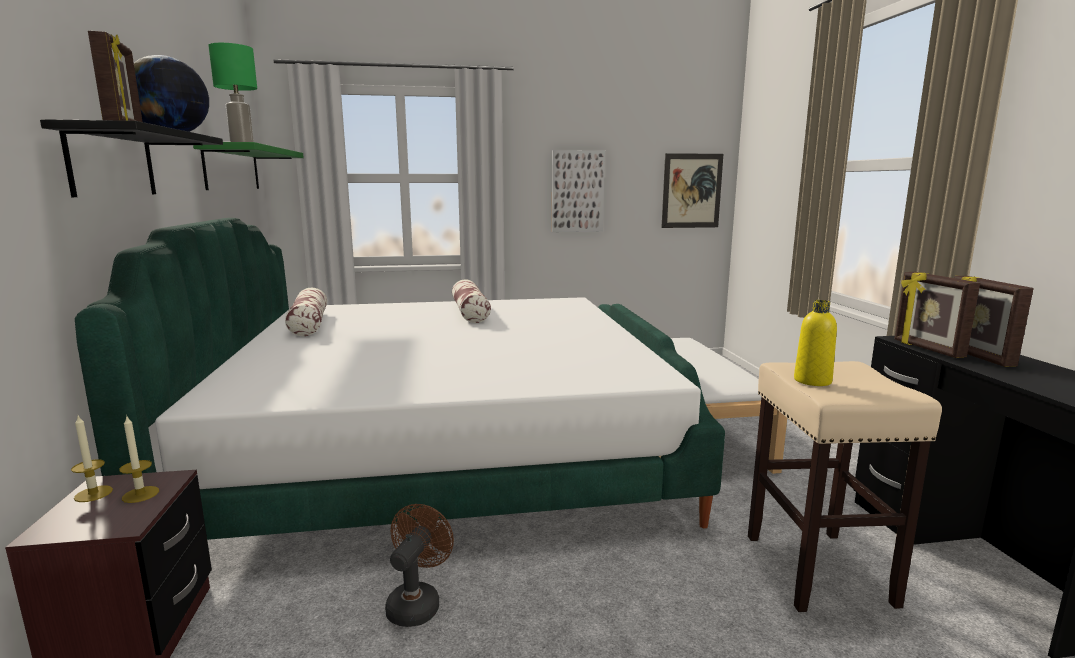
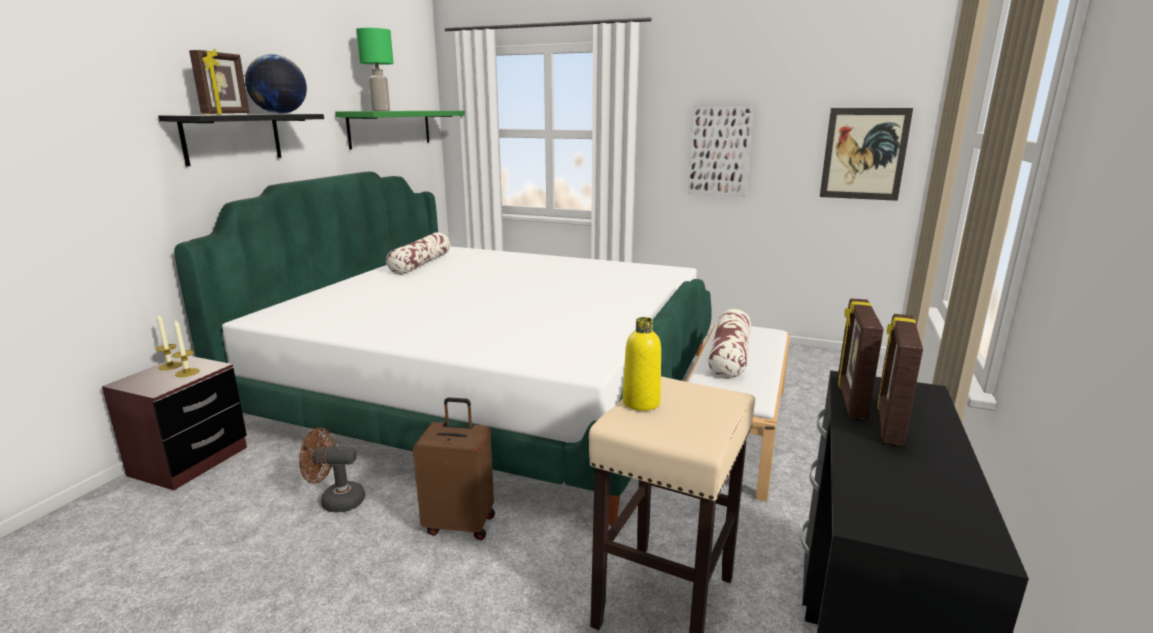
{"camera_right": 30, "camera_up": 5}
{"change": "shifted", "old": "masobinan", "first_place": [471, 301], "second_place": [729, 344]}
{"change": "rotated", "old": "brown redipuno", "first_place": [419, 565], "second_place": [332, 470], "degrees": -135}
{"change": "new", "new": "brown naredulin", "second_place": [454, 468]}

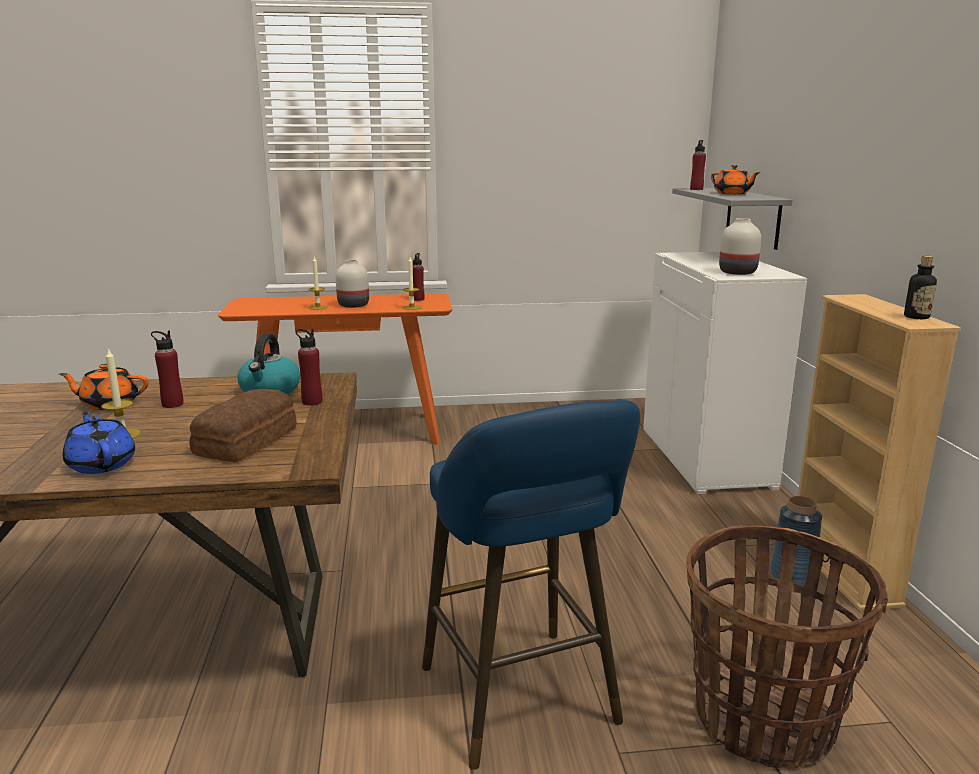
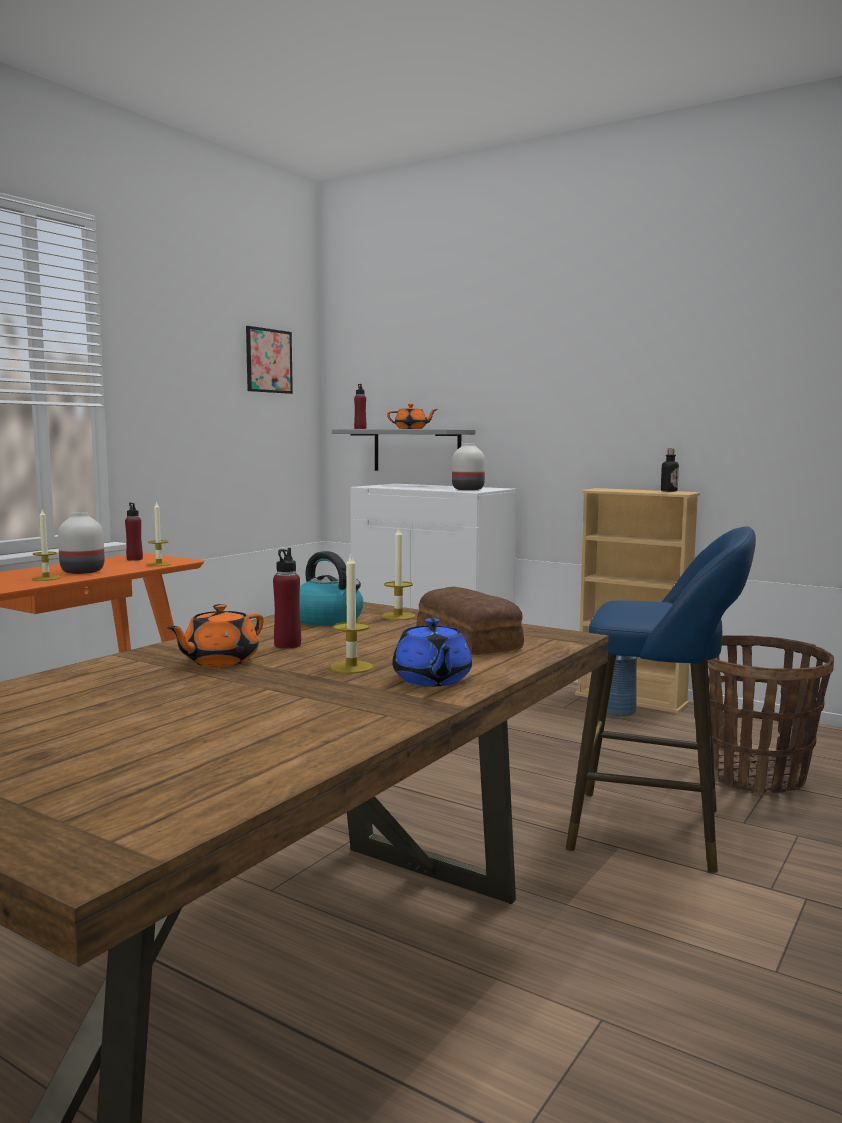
{"camera_right": -50, "camera_up": -10}
{"change": "swapped", "old": "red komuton", "new": "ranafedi", "first_place": [309, 367], "second_place": [398, 573]}
{"change": "rotated", "old": "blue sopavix", "first_place": [99, 443], "second_place": [432, 652], "degrees": -105}
{"change": "new", "new": "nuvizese", "second_place": [269, 360]}

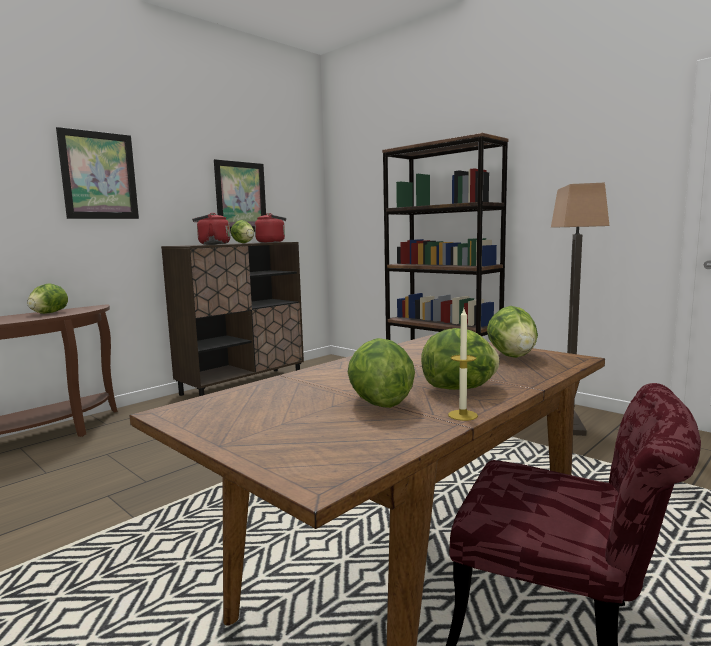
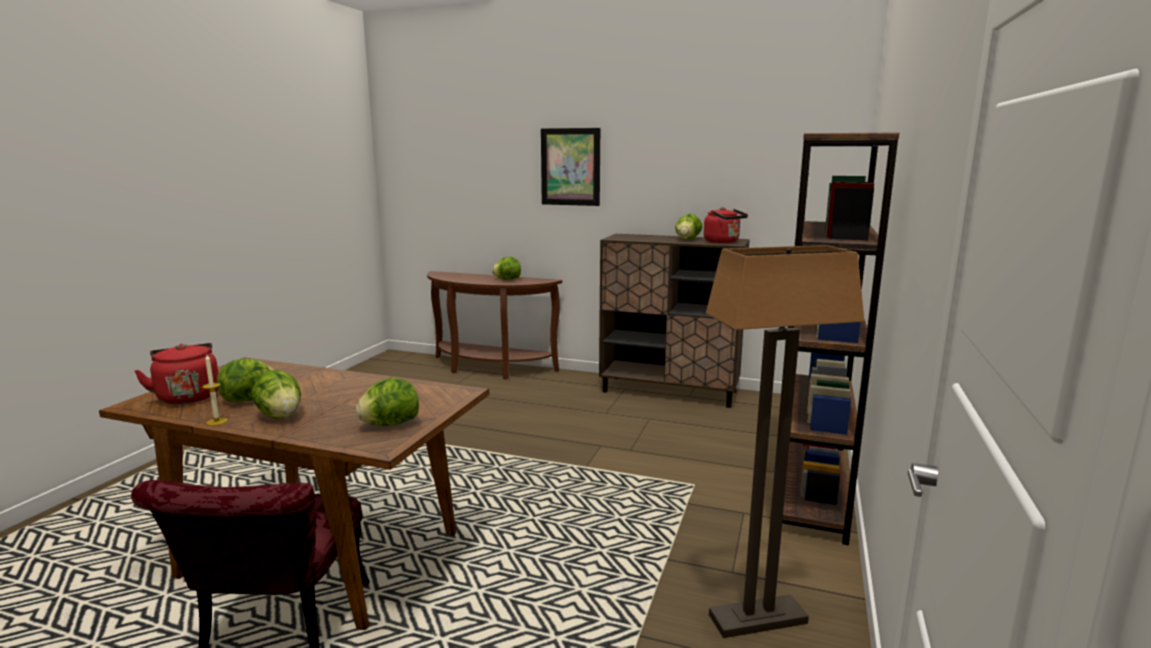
{"camera_right": 65, "camera_up": 5}
{"change": "gone", "old": "nuvizese", "first_place": [240, 195]}
{"change": "shifted", "old": "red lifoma", "first_place": [211, 229], "second_place": [176, 373]}

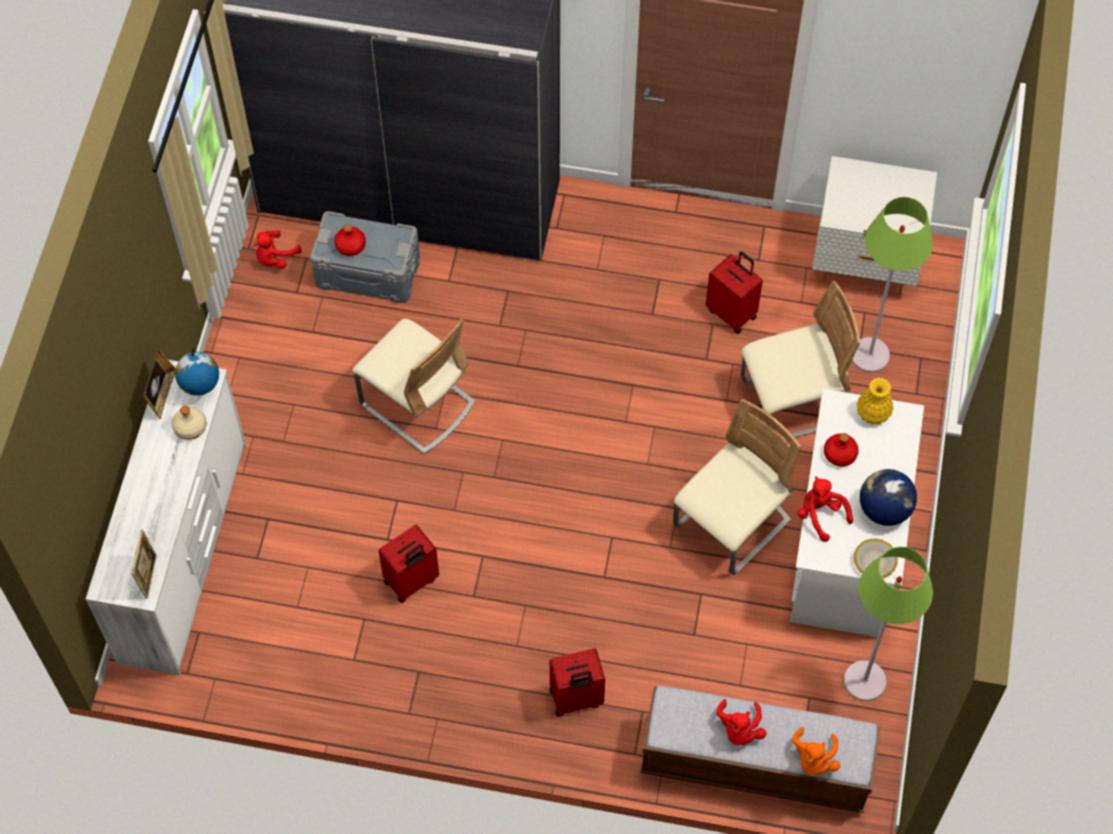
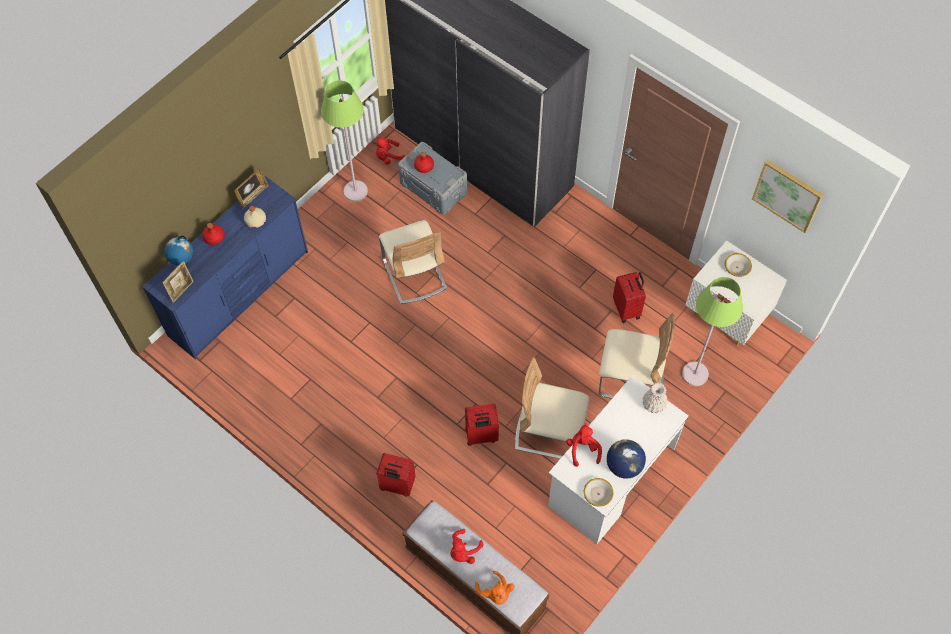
{"camera_right": 30, "camera_up": 0}
{"change": "shifted", "old": "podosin", "first_place": [197, 372], "second_place": [178, 250]}
{"change": "repainted", "old": "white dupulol", "new": "blue dupulol", "first_place": [166, 517], "second_place": [225, 267]}
{"change": "repainted", "old": "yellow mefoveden", "new": "white mefoveden", "first_place": [875, 401], "second_place": [655, 397]}
{"change": "rotated", "old": "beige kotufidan", "first_place": [737, 487], "second_place": [552, 408], "degrees": -150}
{"change": "shifted", "old": "red komuton", "first_place": [841, 449], "second_place": [213, 234]}
{"change": "shifted", "old": "red naredulin", "first_place": [409, 564], "second_place": [482, 425]}
{"change": "shifted", "old": "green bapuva", "first_place": [888, 624], "second_place": [344, 141]}
{"change": "rotated", "old": "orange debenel", "first_place": [816, 751], "second_place": [494, 588], "degrees": -75}
{"change": "new", "new": "nuvizese", "second_place": [787, 196]}
{"change": "new", "new": "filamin", "second_place": [738, 265]}

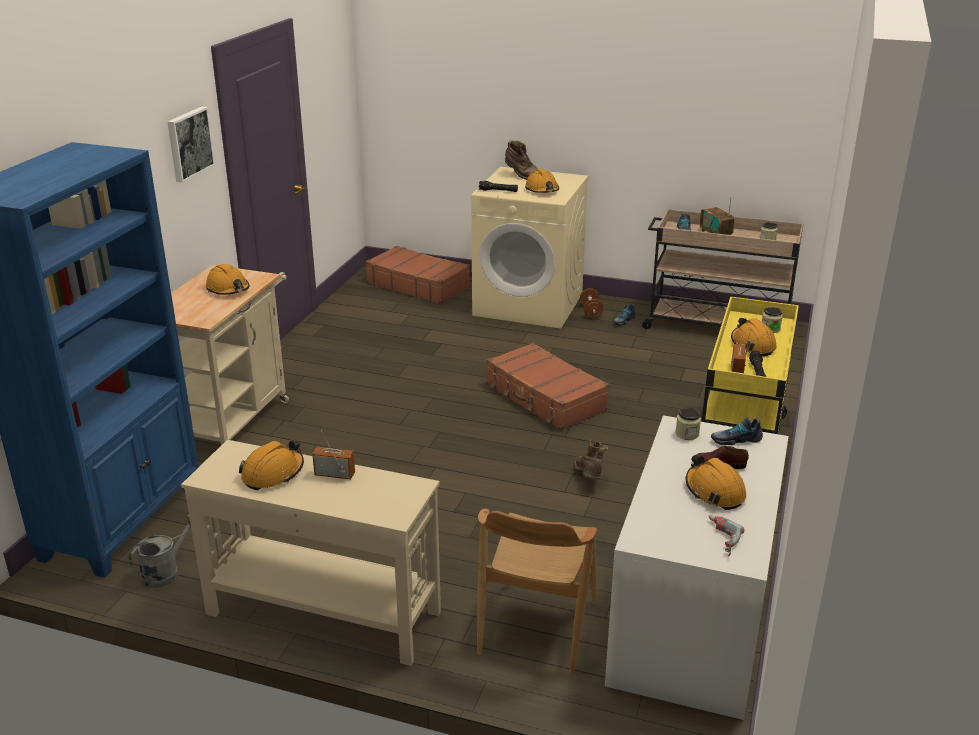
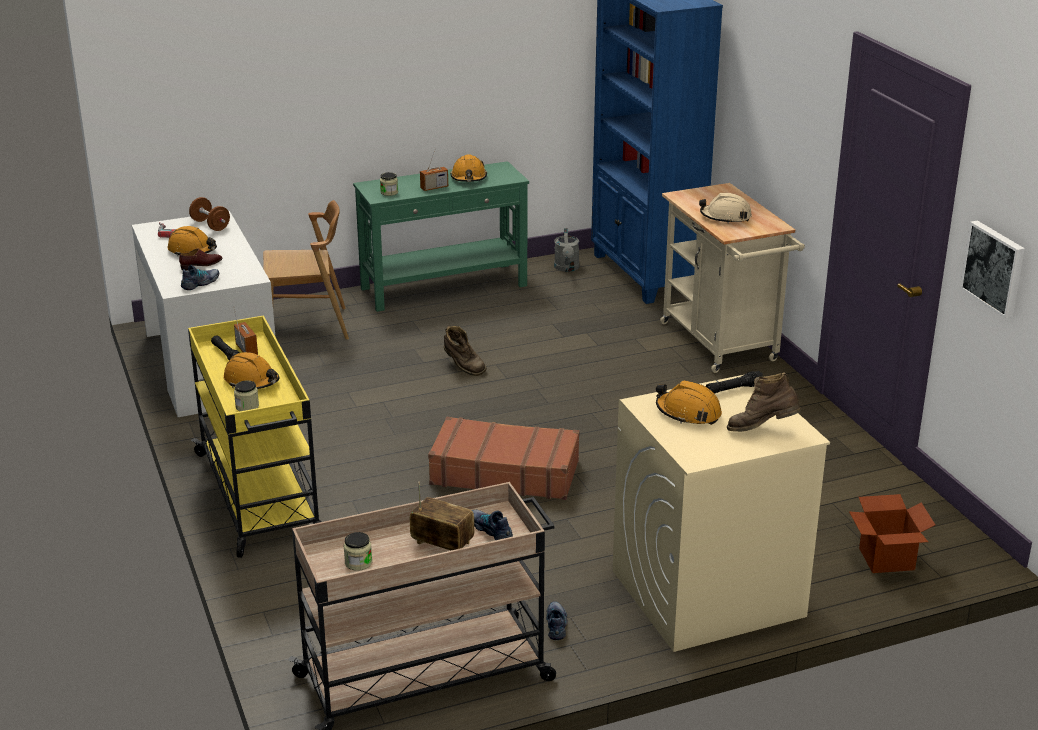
{"camera_right": 140, "camera_up": 0}
{"change": "shifted", "old": "nuvizese", "first_place": [191, 144], "second_place": [992, 269]}
{"change": "swapped", "old": "brown naredulin", "new": "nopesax", "first_place": [418, 275], "second_place": [892, 533]}
{"change": "repainted", "old": "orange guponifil", "new": "beige guponifil", "first_place": [228, 279], "second_place": [725, 208]}
{"change": "shifted", "old": "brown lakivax", "first_place": [592, 303], "second_place": [209, 214]}
{"change": "shifted", "old": "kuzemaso", "first_place": [688, 424], "second_place": [389, 184]}
{"change": "repainted", "old": "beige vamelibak", "new": "green vamelibak", "first_place": [311, 553], "second_place": [441, 236]}
{"change": "shifted", "old": "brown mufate", "first_place": [591, 460], "second_place": [465, 351]}
{"change": "rotated", "old": "brown kotufidan", "first_place": [537, 592], "second_place": [306, 270], "degrees": 105}

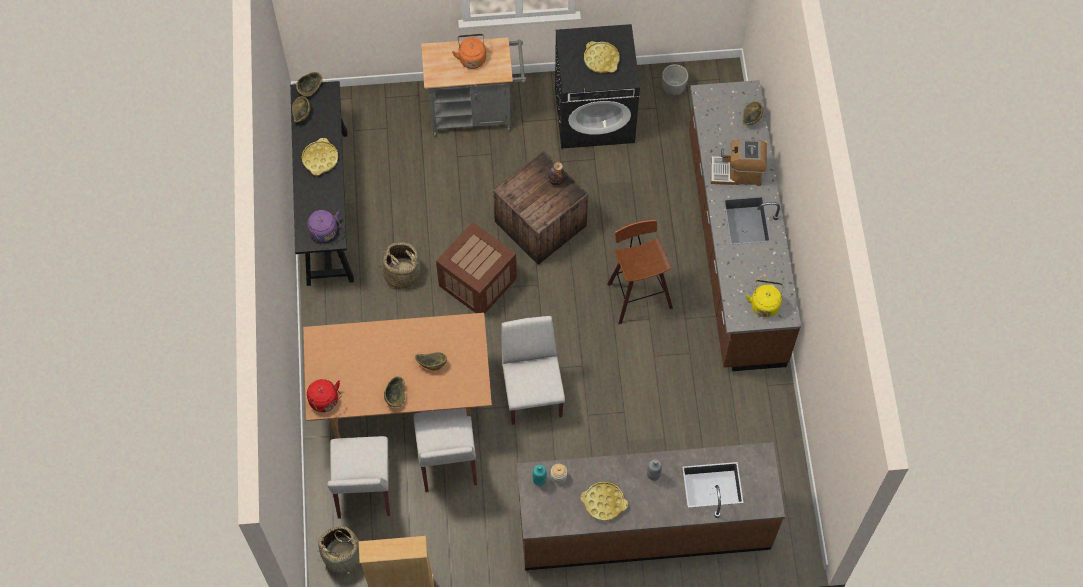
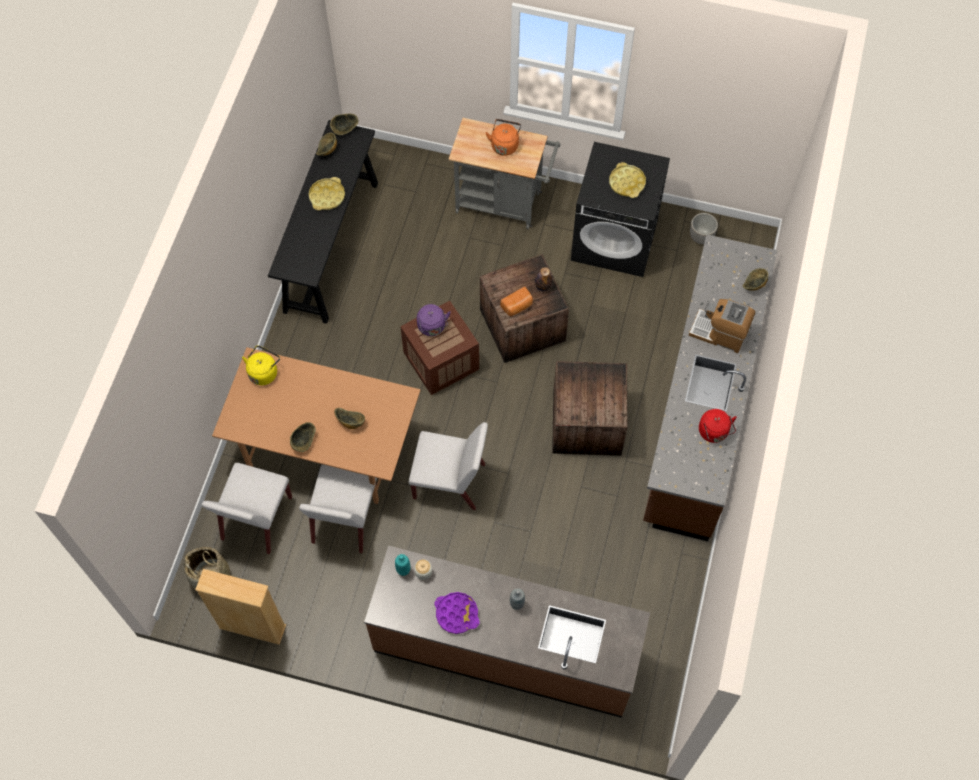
{"camera_right": 20, "camera_up": 0}
{"change": "shifted", "old": "purple lifoma", "first_place": [324, 226], "second_place": [434, 320]}
{"change": "swapped", "old": "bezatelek", "new": "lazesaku", "first_place": [640, 272], "second_place": [590, 408]}
{"change": "gone", "old": "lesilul", "first_place": [399, 265]}
{"change": "shifted", "old": "yellow lifoma", "first_place": [764, 298], "second_place": [261, 365]}
{"change": "rotated", "old": "white kotufidan", "first_place": [533, 370], "second_place": [448, 466], "degrees": 90}
{"change": "shifted", "old": "red lifoma", "first_place": [324, 395], "second_place": [718, 426]}
{"change": "repainted", "old": "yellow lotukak", "new": "purple lotukak", "first_place": [604, 501], "second_place": [457, 613]}
{"change": "new", "new": "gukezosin", "second_place": [516, 301]}

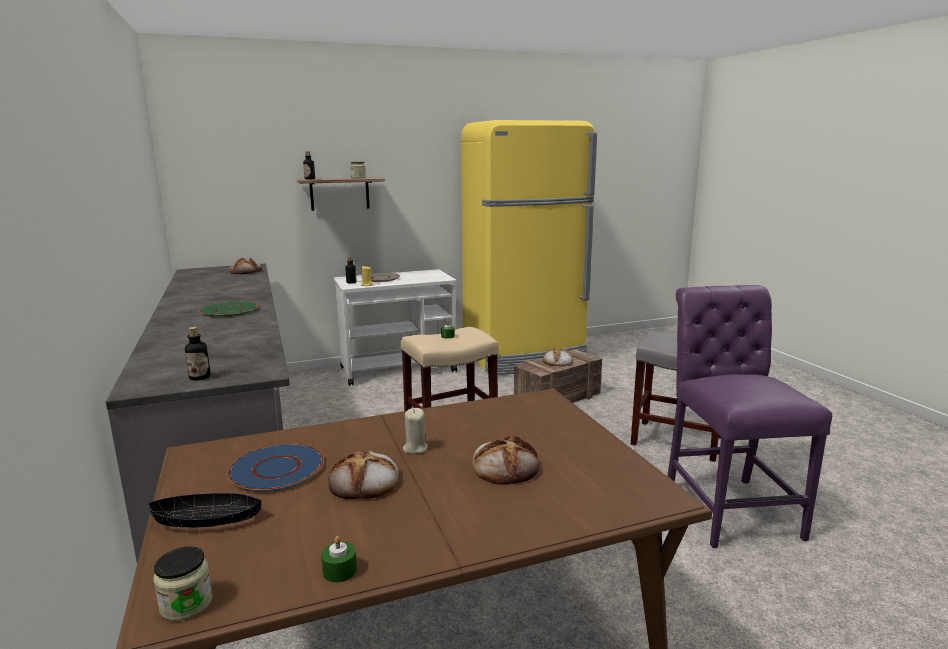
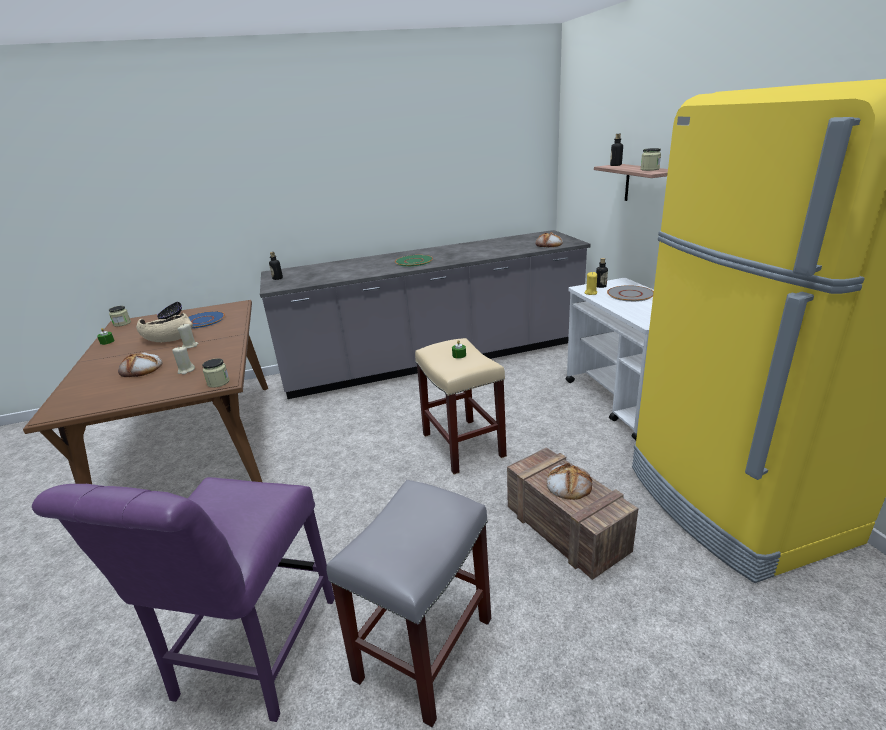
{"camera_right": 95, "camera_up": 10}
{"change": "rotated", "old": "purple kotufidan", "first_place": [749, 416], "second_place": [183, 599], "degrees": 105}
{"change": "swapped", "old": "gukezosin", "new": "beige filamin", "first_place": [363, 474], "second_place": [164, 327]}
{"change": "new", "new": "beige ranafedi", "second_place": [183, 360]}
{"change": "new", "new": "kuzemaso", "second_place": [216, 373]}

